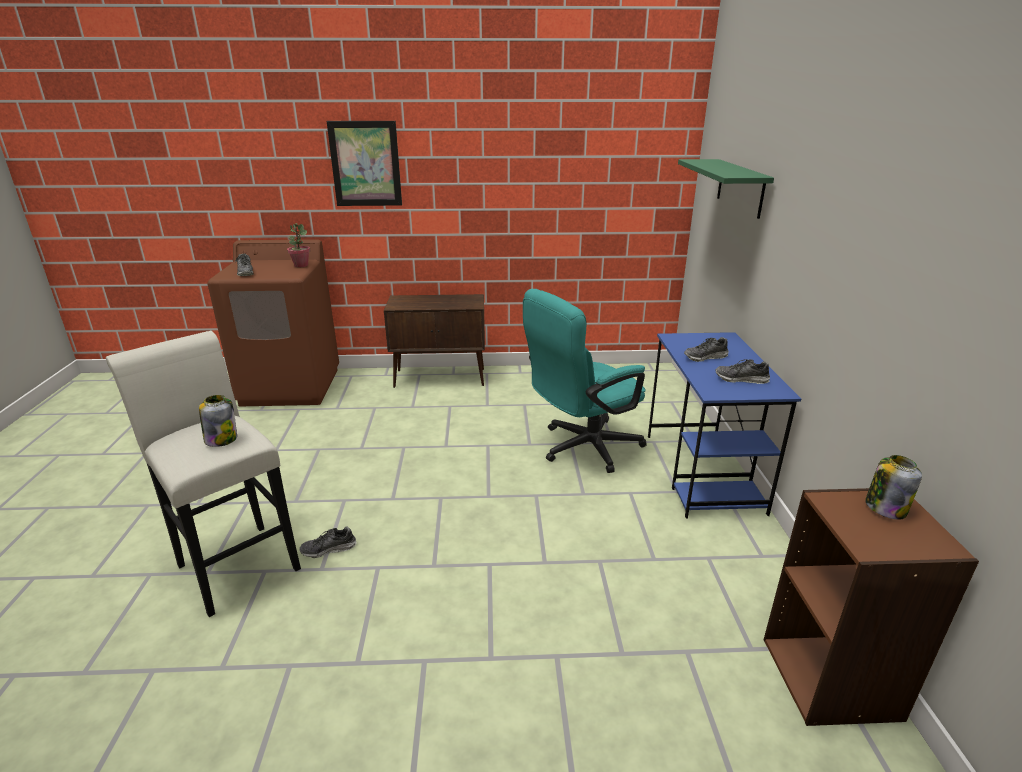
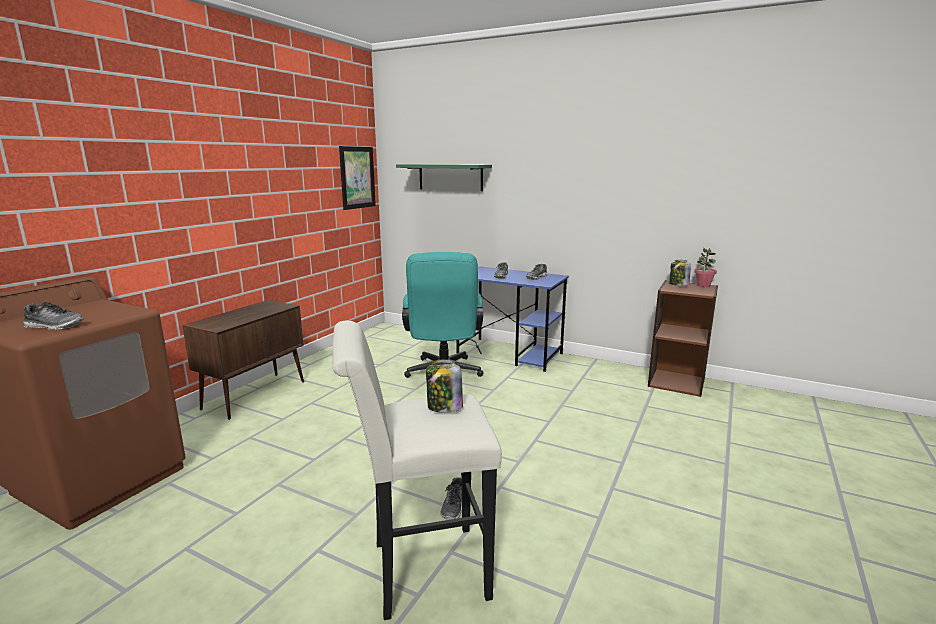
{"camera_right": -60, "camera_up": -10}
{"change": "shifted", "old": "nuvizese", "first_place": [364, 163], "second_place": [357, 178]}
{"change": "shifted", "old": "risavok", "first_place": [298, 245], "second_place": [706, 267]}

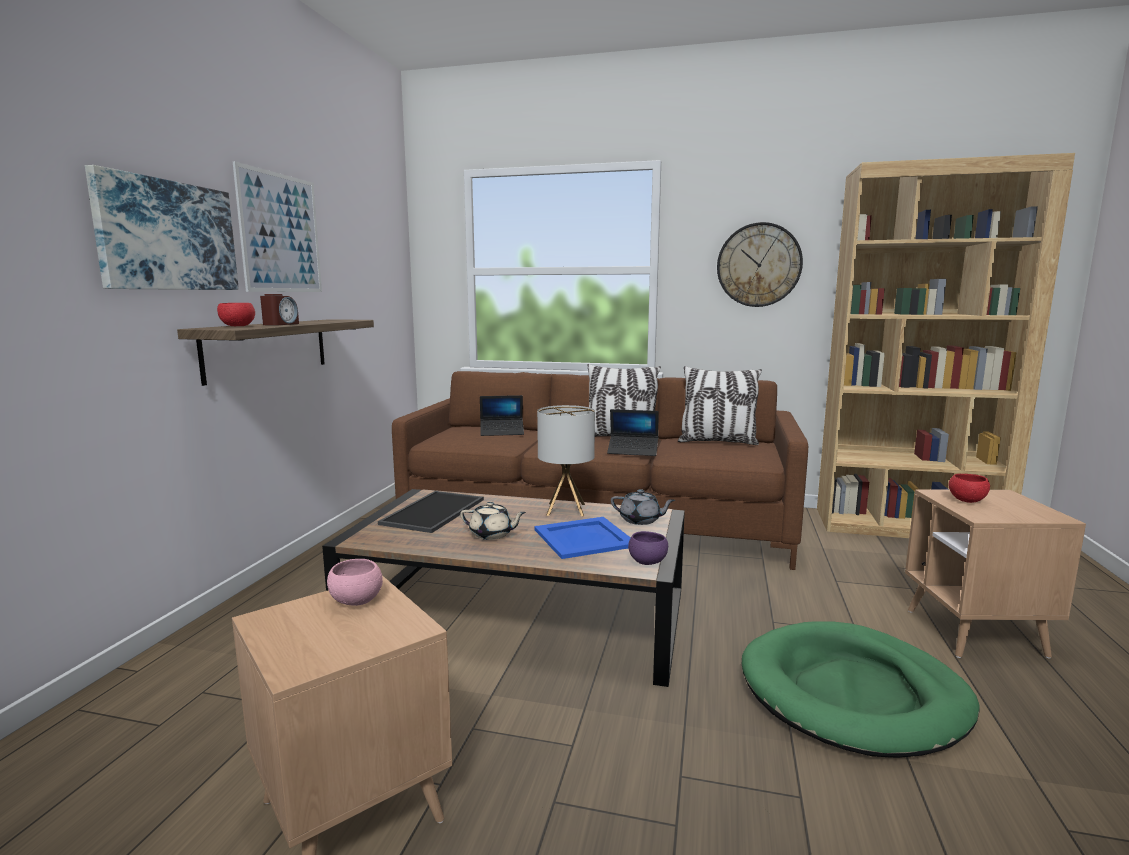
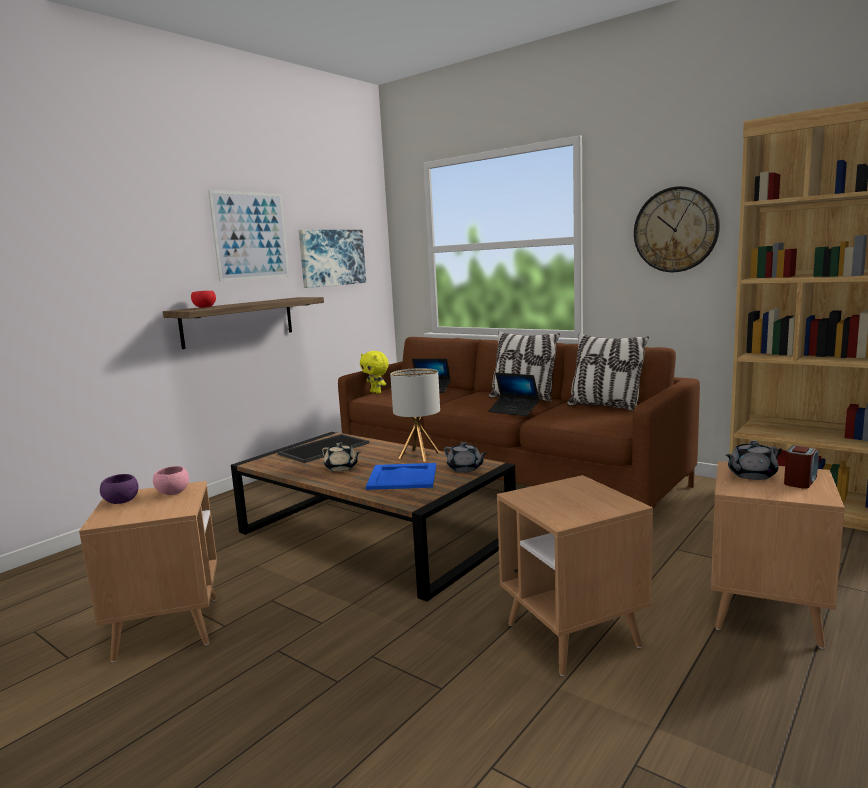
{"camera_right": 25, "camera_up": 0}
{"change": "shifted", "old": "nuvizese", "first_place": [162, 227], "second_place": [332, 259]}
{"change": "shifted", "old": "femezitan", "first_place": [279, 310], "second_place": [801, 467]}
{"change": "swapped", "old": "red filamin", "new": "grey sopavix", "first_place": [969, 488], "second_place": [752, 460]}
{"change": "shifted", "old": "purple filamin", "first_place": [648, 548], "second_place": [119, 489]}
{"change": "swapped", "old": "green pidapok", "new": "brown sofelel", "first_place": [861, 689], "second_place": [575, 575]}
{"change": "new", "new": "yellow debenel", "second_place": [374, 372]}

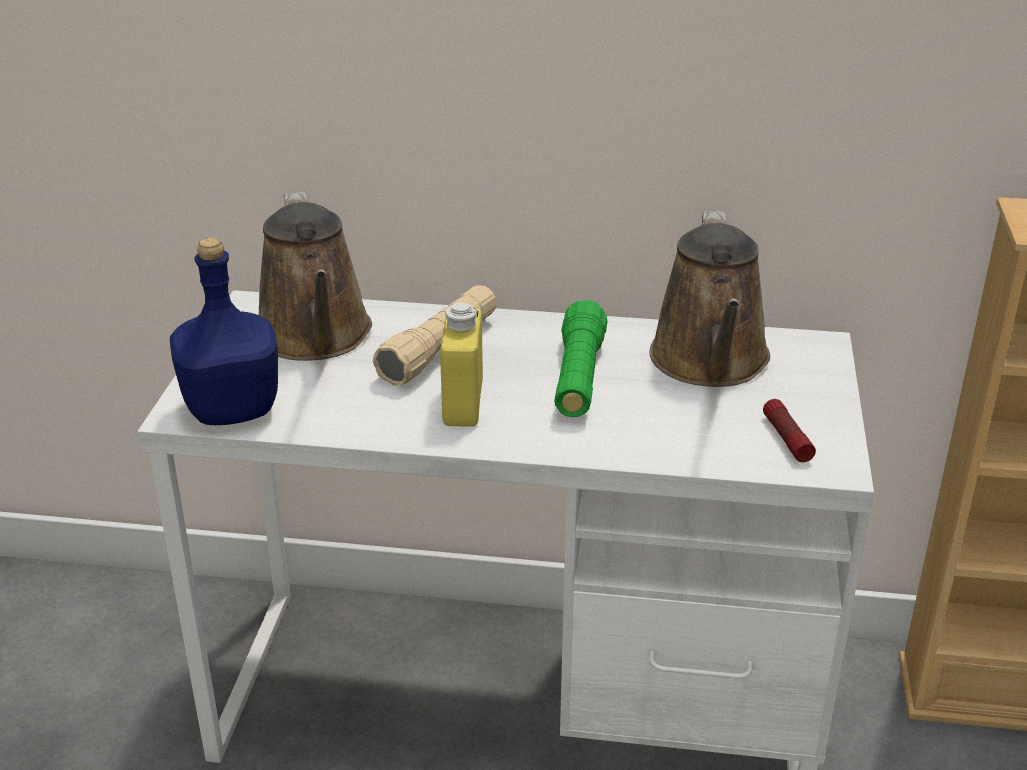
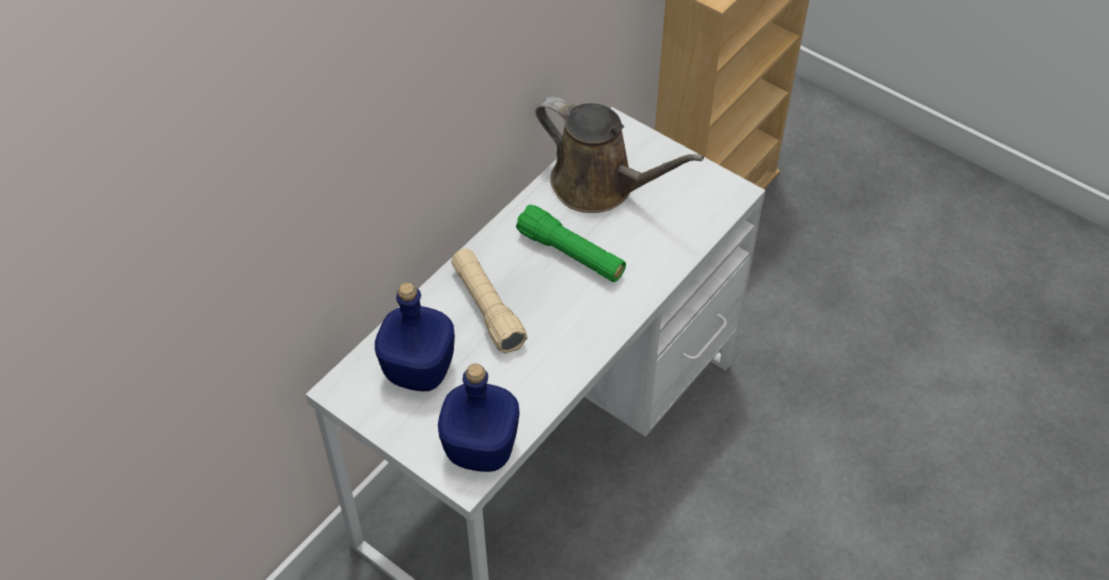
{"camera_right": -60, "camera_up": 20}
{"change": "swapped", "old": "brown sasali", "new": "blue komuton", "first_place": [315, 276], "second_place": [415, 336]}
{"change": "gone", "old": "yellow komuton", "first_place": [461, 364]}
{"change": "gone", "old": "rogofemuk", "first_place": [789, 430]}

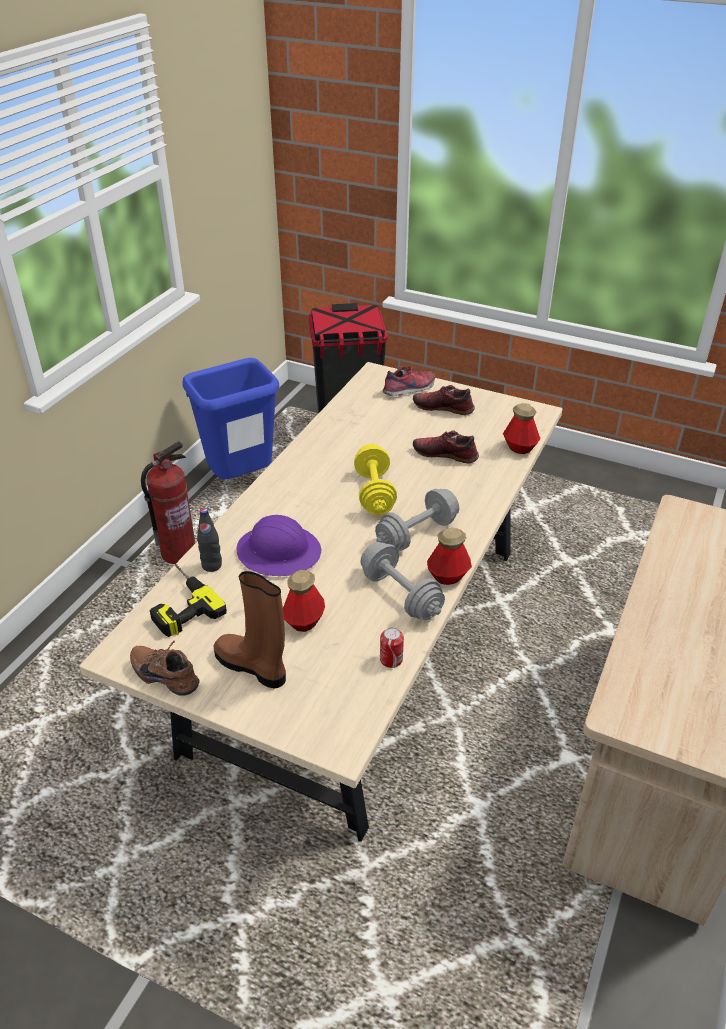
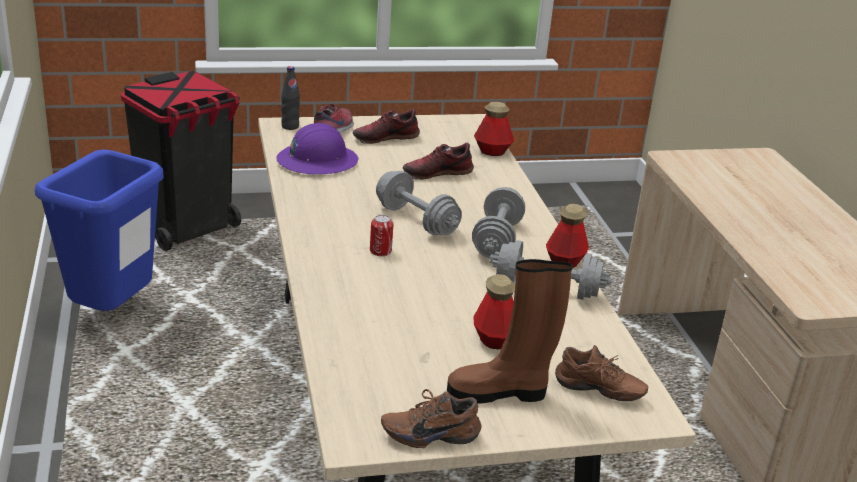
{"camera_right": -40, "camera_up": -10}
{"change": "gone", "old": "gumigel", "first_place": [168, 502]}
{"change": "repainted", "old": "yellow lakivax", "new": "grey lakivax", "first_place": [375, 479], "second_place": [419, 203]}
{"change": "shifted", "old": "black komuton", "first_place": [209, 540], "second_place": [290, 98]}
{"change": "shifted", "old": "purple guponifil", "first_place": [279, 545], "second_place": [317, 148]}
{"change": "gone", "old": "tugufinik", "first_place": [188, 600]}
{"change": "shifted", "old": "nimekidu", "first_place": [392, 648], "second_place": [382, 235]}
{"change": "new", "new": "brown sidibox", "second_place": [601, 373]}

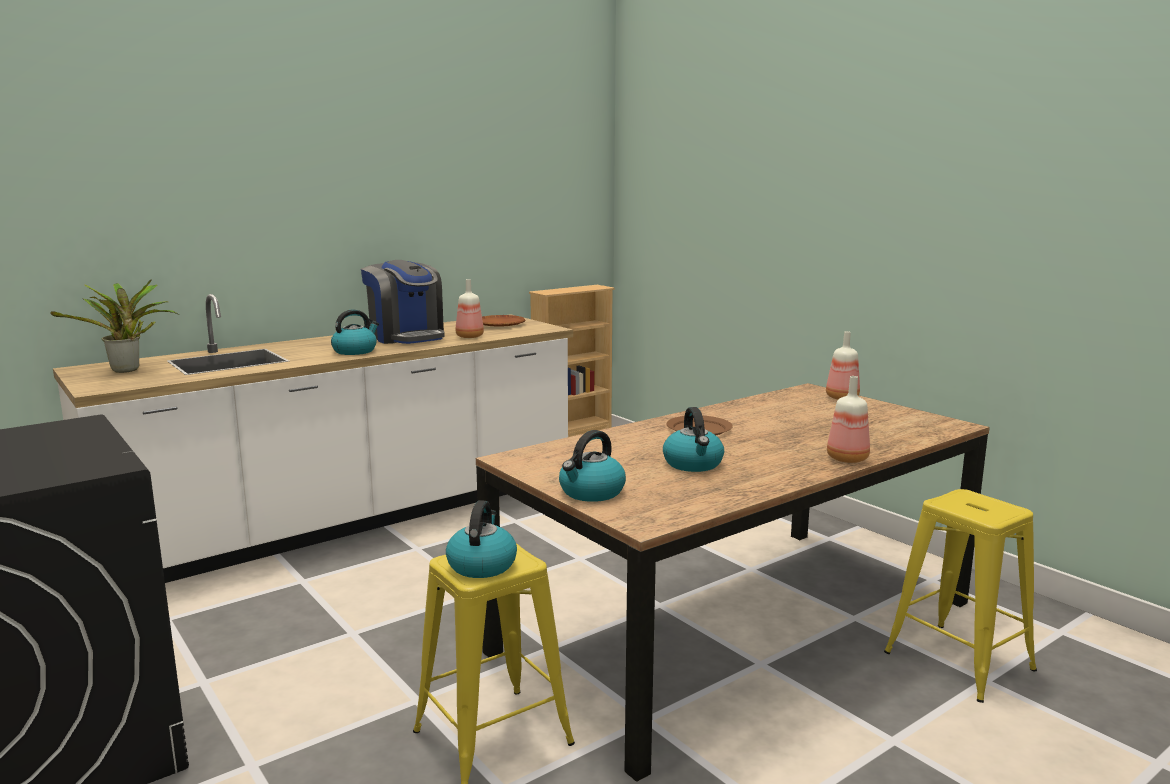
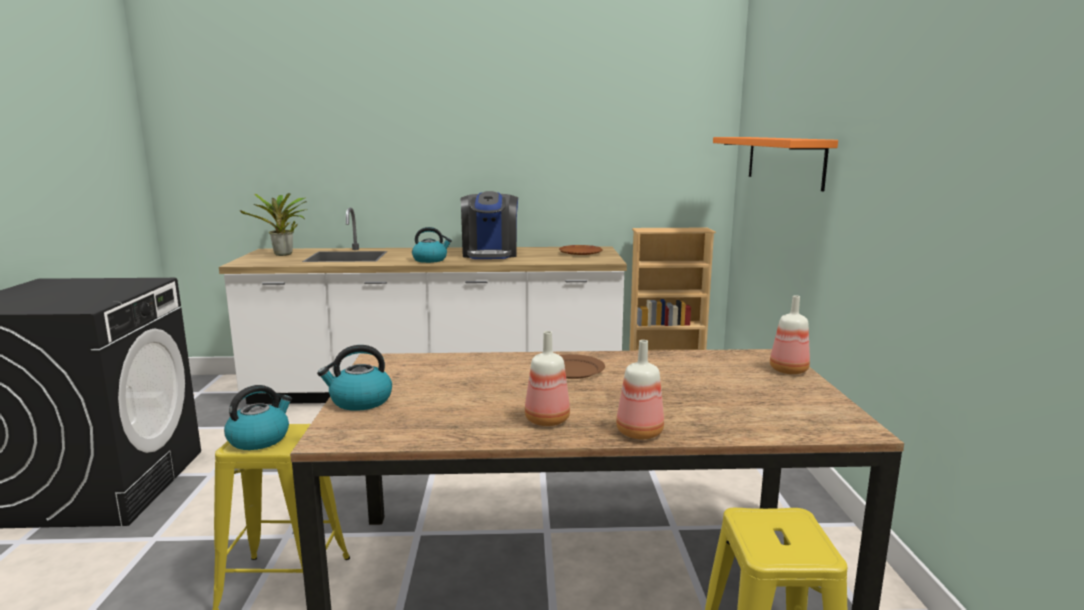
{"camera_right": 35, "camera_up": 0}
{"change": "shifted", "old": "komuton", "first_place": [470, 308], "second_place": [547, 378]}
{"change": "gone", "old": "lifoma", "first_place": [693, 439]}
{"change": "new", "new": "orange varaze", "second_place": [775, 164]}

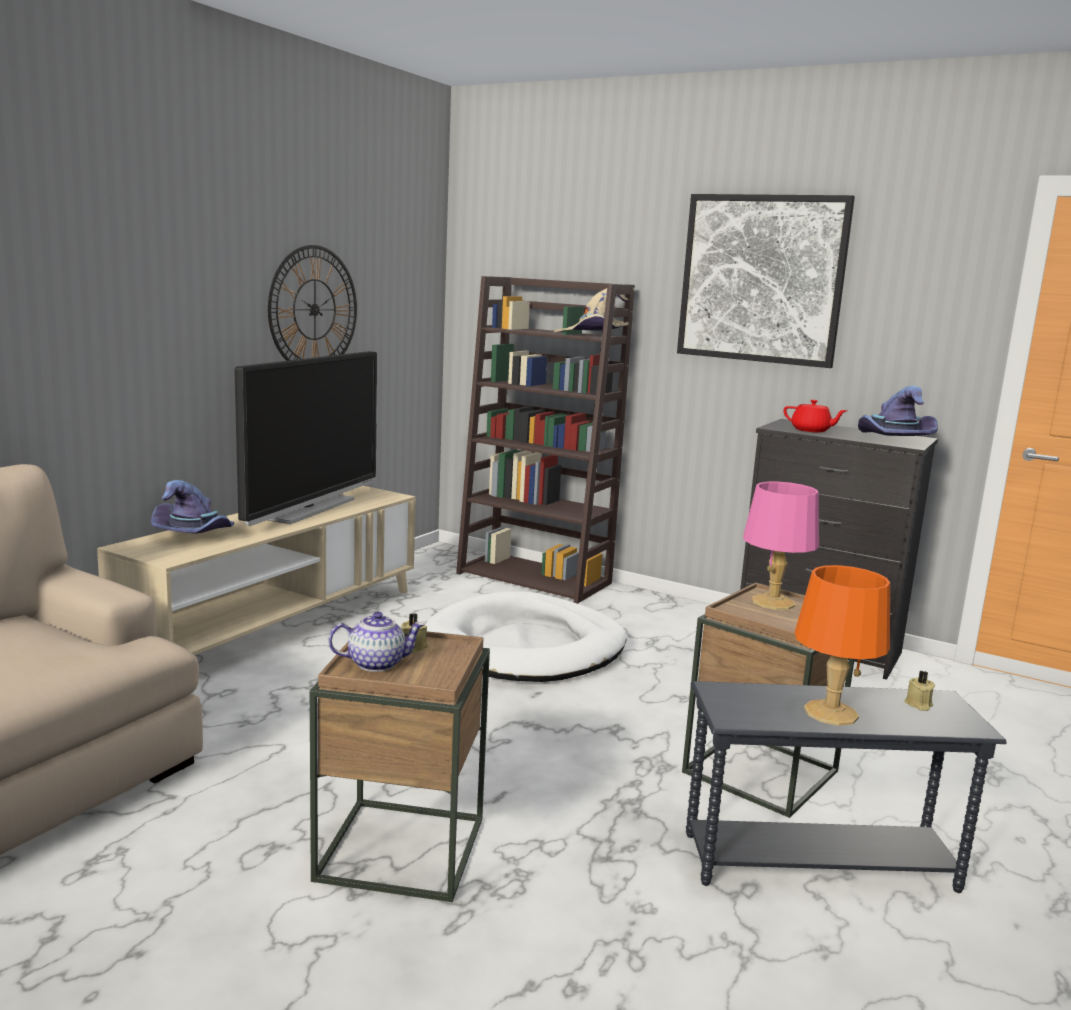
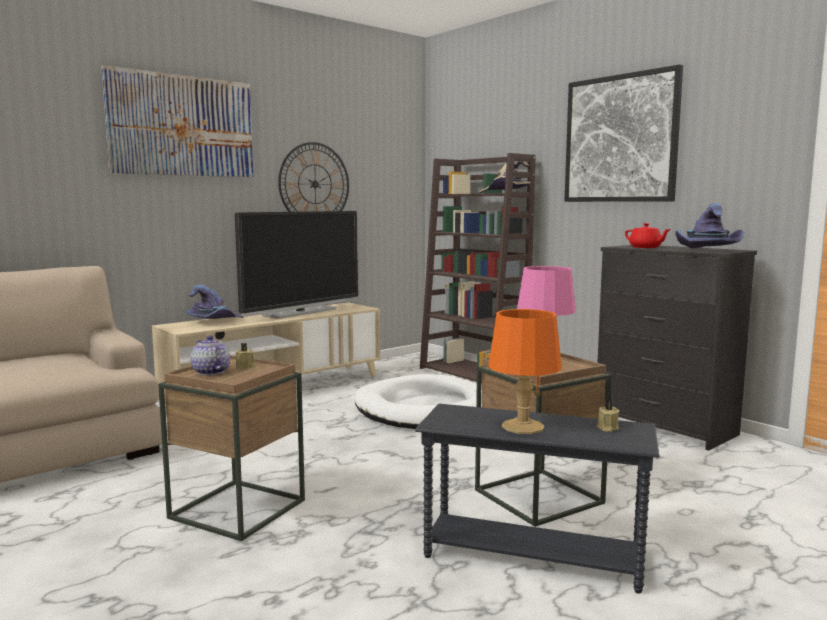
{"camera_right": 20, "camera_up": -5}
{"change": "rotated", "old": "sopavix", "first_place": [377, 642], "second_place": [210, 355], "degrees": -135}
{"change": "new", "new": "nuvizese", "second_place": [177, 121]}

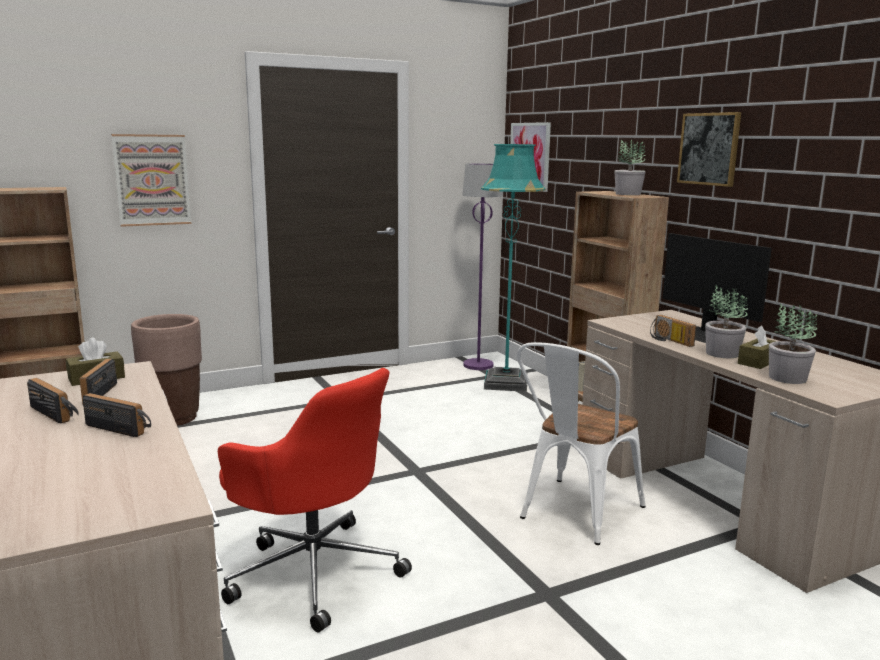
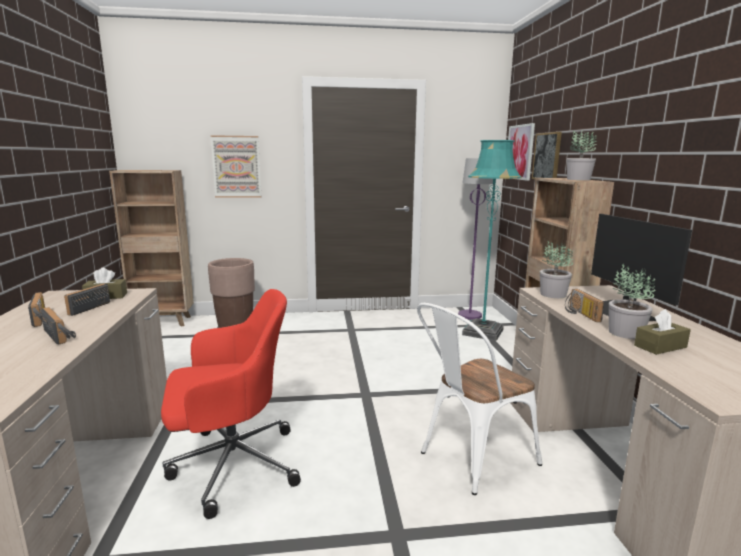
{"camera_right": 20, "camera_up": 0}
{"change": "shifted", "old": "nuvizese", "first_place": [709, 149], "second_place": [547, 155]}
{"change": "shifted", "old": "risavok", "first_place": [793, 344], "second_place": [556, 269]}
{"change": "rotated", "old": "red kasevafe", "first_place": [315, 500], "second_place": [231, 404], "degrees": -75}

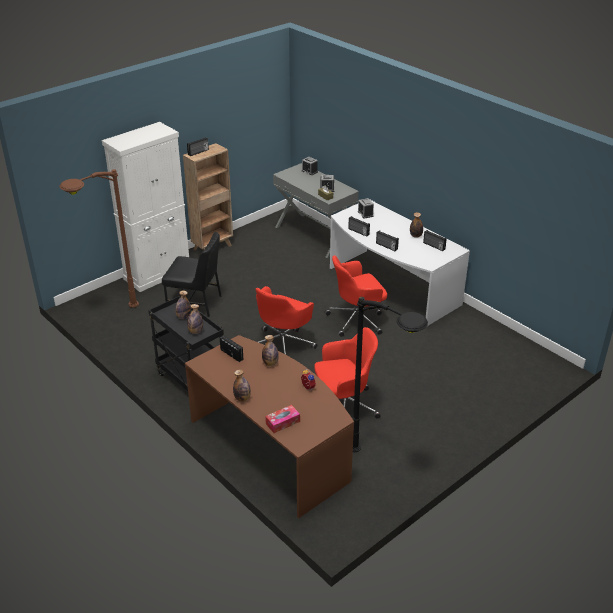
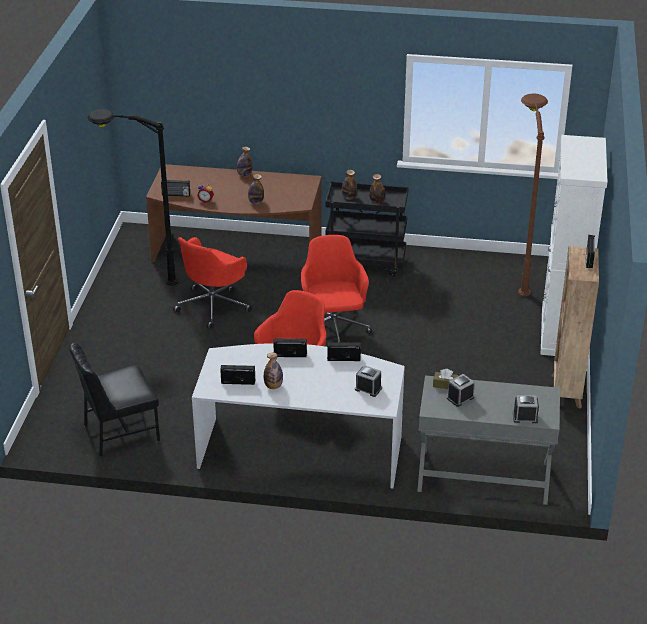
{"camera_right": 140, "camera_up": 0}
{"change": "shifted", "old": "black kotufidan", "first_place": [192, 274], "second_place": [114, 400]}
{"change": "shifted", "old": "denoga", "first_place": [231, 348], "second_place": [175, 188]}
{"change": "gone", "old": "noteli", "first_place": [282, 419]}

